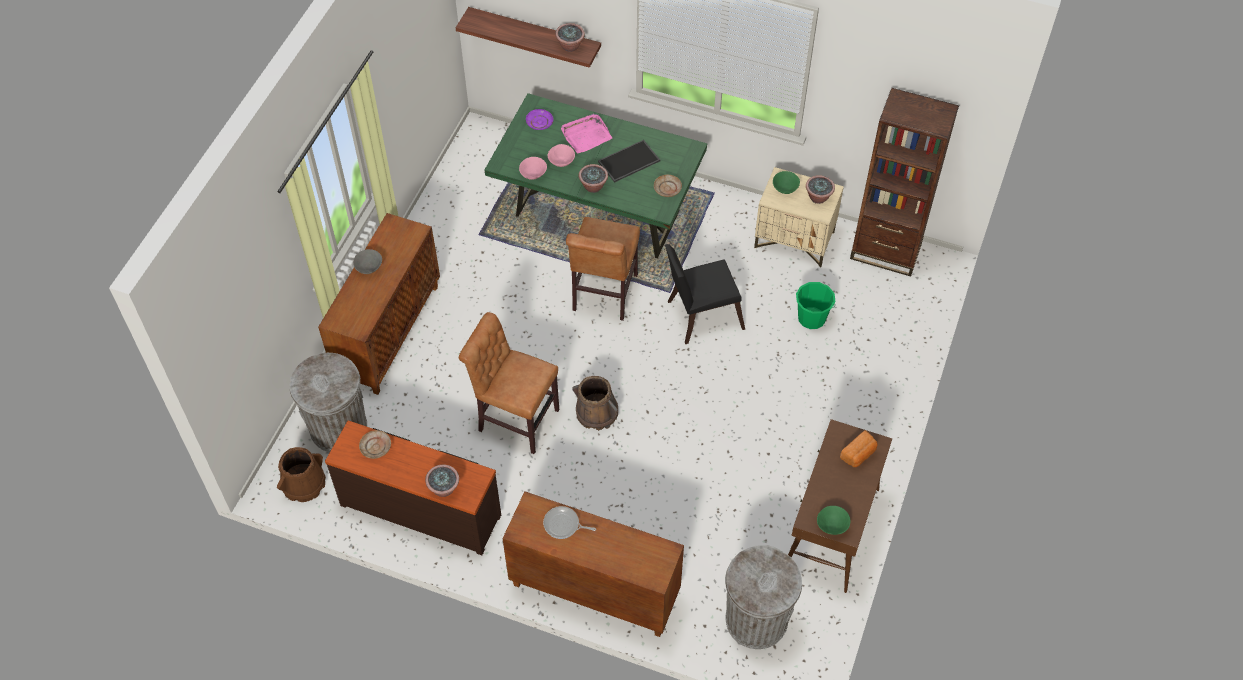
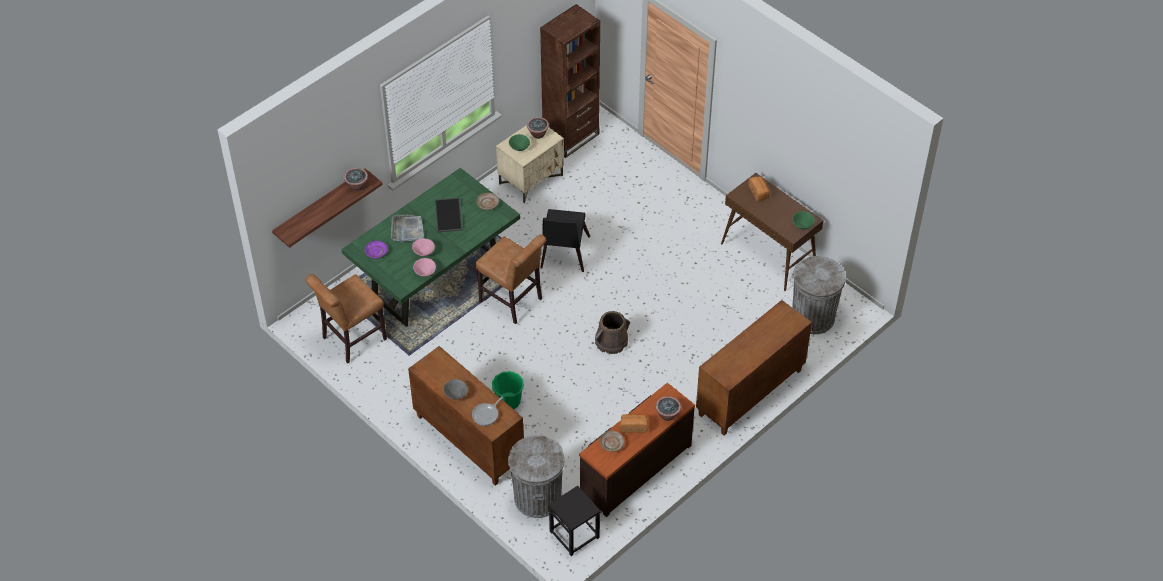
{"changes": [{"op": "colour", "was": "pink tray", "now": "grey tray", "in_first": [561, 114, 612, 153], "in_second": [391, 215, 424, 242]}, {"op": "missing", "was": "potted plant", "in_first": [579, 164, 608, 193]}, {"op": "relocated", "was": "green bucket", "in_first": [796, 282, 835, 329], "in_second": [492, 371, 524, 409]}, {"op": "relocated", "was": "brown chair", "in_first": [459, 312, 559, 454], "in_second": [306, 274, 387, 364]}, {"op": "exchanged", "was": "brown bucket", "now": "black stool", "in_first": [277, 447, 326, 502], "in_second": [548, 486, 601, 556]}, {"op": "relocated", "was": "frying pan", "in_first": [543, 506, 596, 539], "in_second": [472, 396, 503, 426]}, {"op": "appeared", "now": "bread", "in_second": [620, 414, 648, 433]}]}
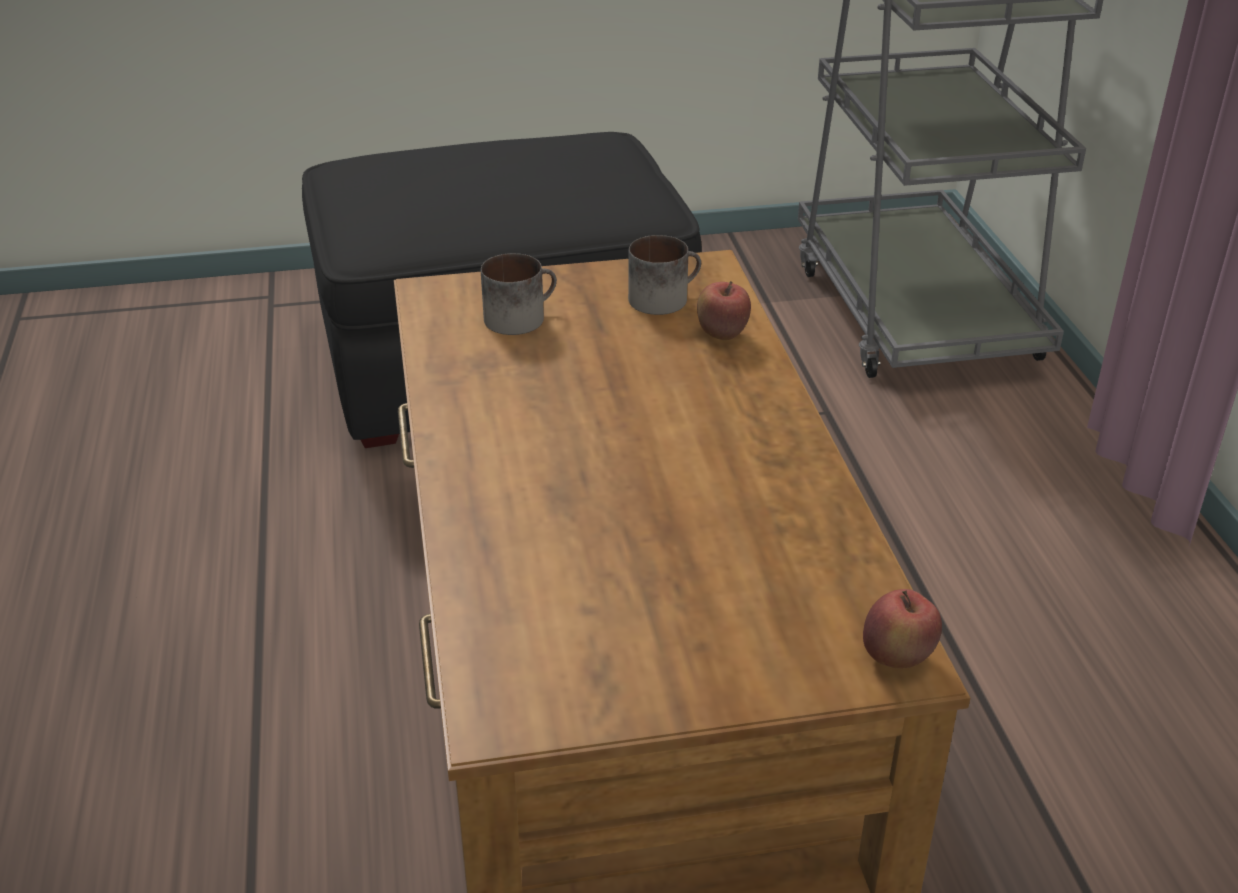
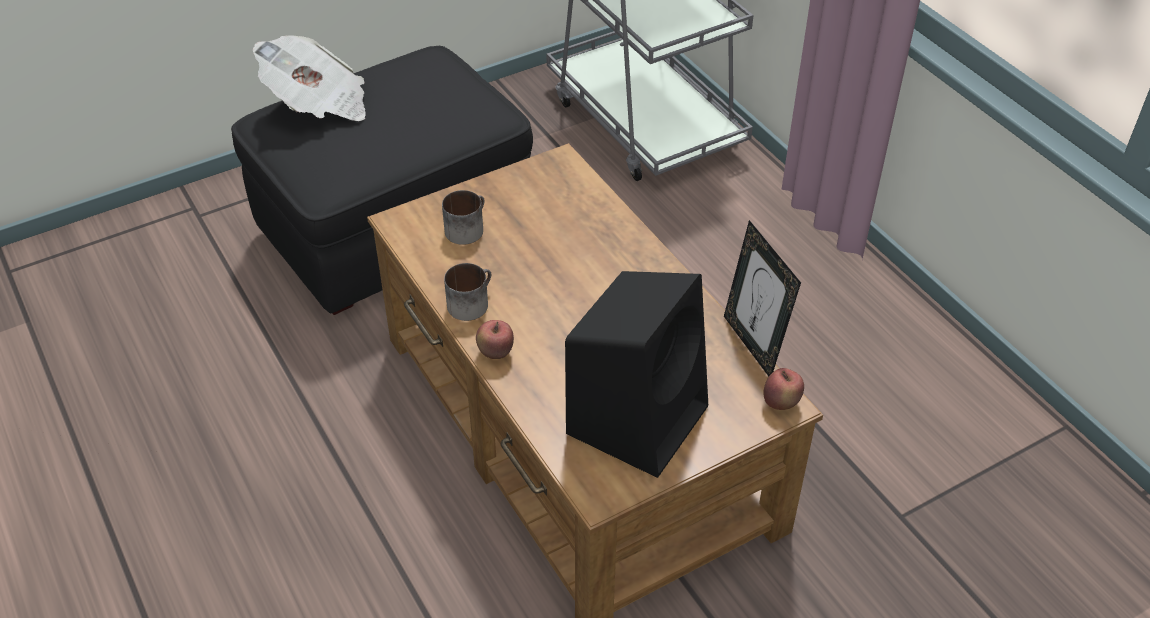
{"changes": [{"op": "relocated", "was": "mug", "in_first": [628, 235, 701, 315], "in_second": [444, 263, 491, 321]}, {"op": "relocated", "was": "apple", "in_first": [697, 281, 751, 341], "in_second": [476, 320, 514, 359]}, {"op": "appeared", "now": "newspaper", "in_second": [253, 35, 366, 121]}, {"op": "appeared", "now": "picture frame", "in_second": [724, 220, 801, 376]}, {"op": "appeared", "now": "black speaker", "in_second": [565, 271, 708, 478]}]}
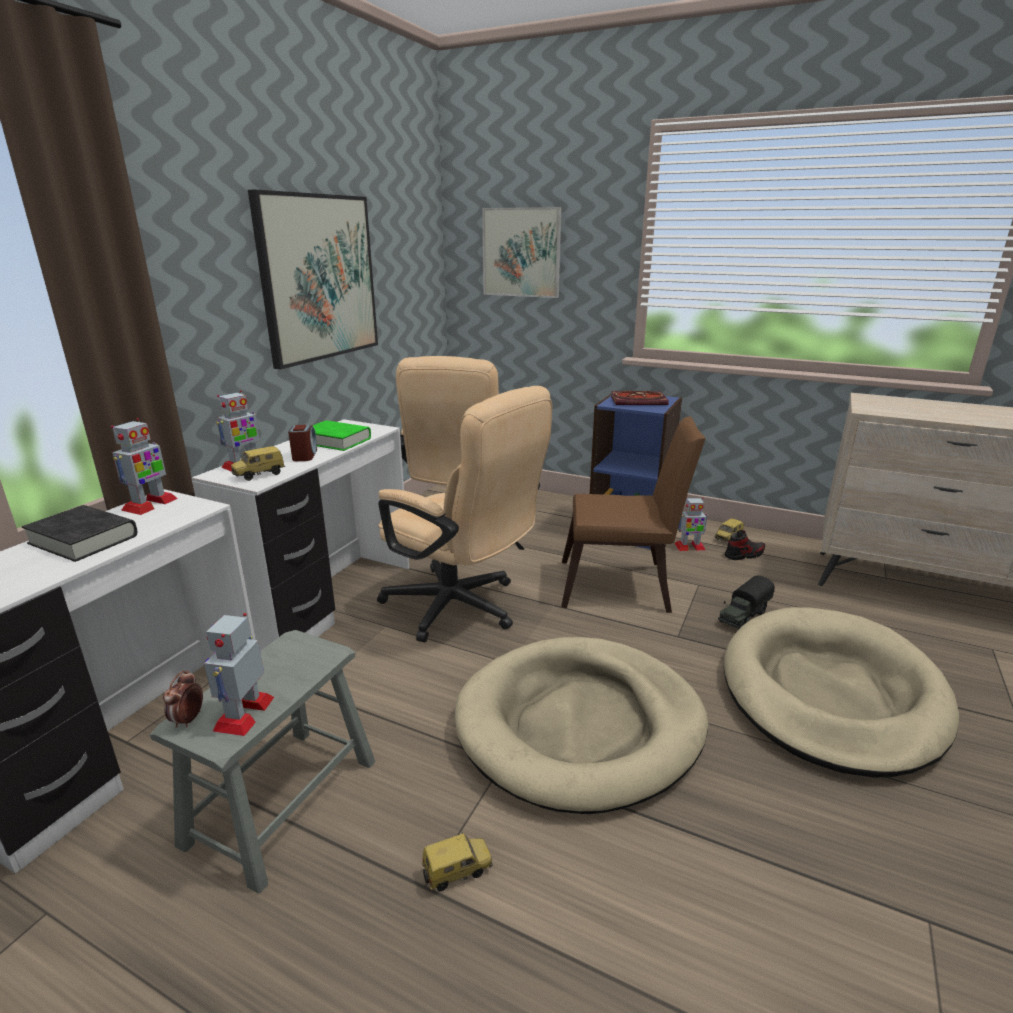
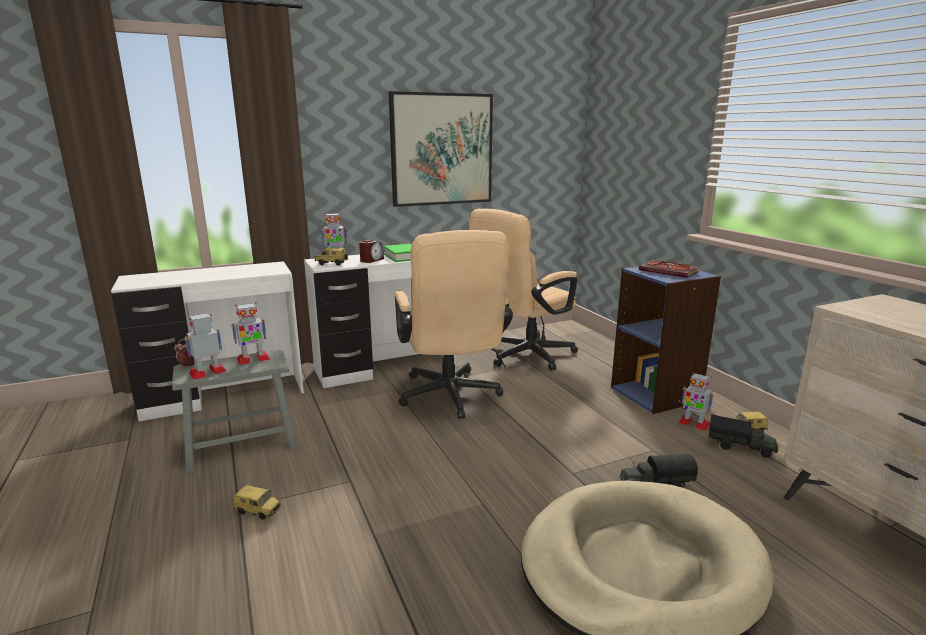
{"changes": [{"op": "missing", "was": "picture", "in_first": [482, 207, 562, 298]}, {"op": "missing", "was": "brown chair", "in_first": [561, 416, 706, 613]}, {"op": "relocated", "was": "toy robot", "in_first": [111, 418, 178, 515], "in_second": [231, 302, 270, 365]}, {"op": "missing", "was": "black book", "in_first": [22, 505, 137, 562]}, {"op": "exchanged", "was": "shoe", "now": "toy truck", "in_first": [725, 530, 765, 560], "in_second": [709, 414, 778, 458]}, {"op": "missing", "was": "beige dog bed", "in_first": [455, 637, 708, 814]}]}
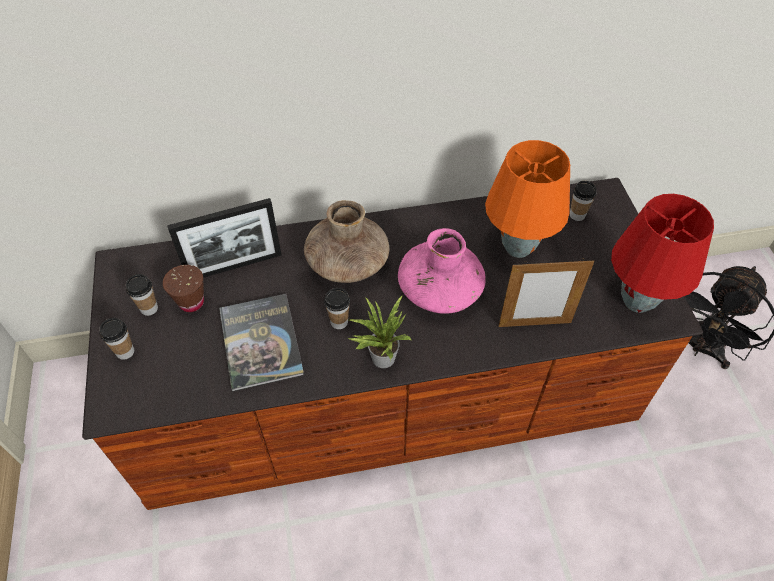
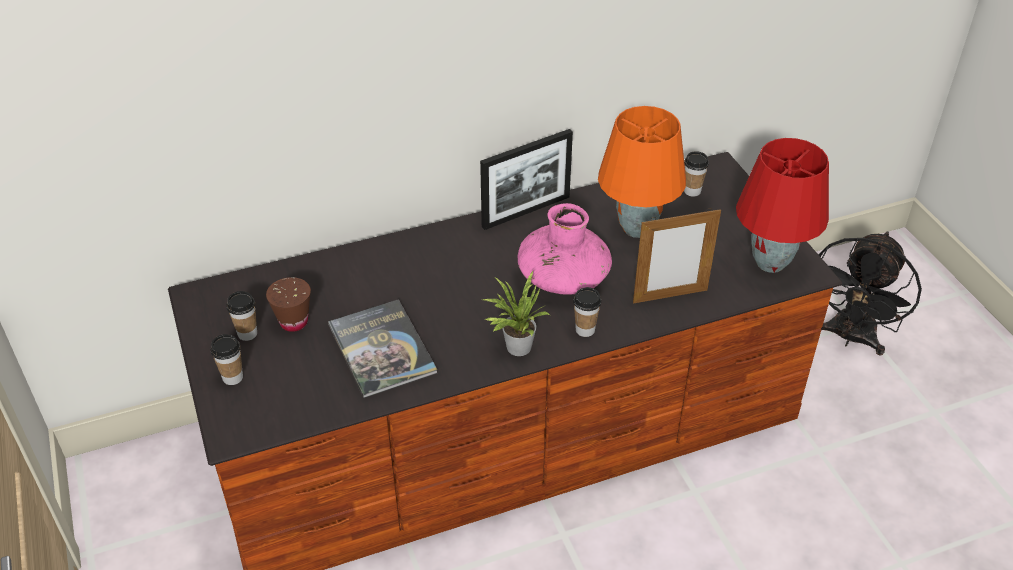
{"changes": [{"op": "relocated", "was": "picture frame", "in_first": [167, 198, 282, 278], "in_second": [480, 129, 573, 230]}, {"op": "missing", "was": "brown vase", "in_first": [304, 200, 389, 283]}, {"op": "relocated", "was": "cup", "in_first": [324, 288, 350, 329], "in_second": [573, 287, 601, 337]}]}
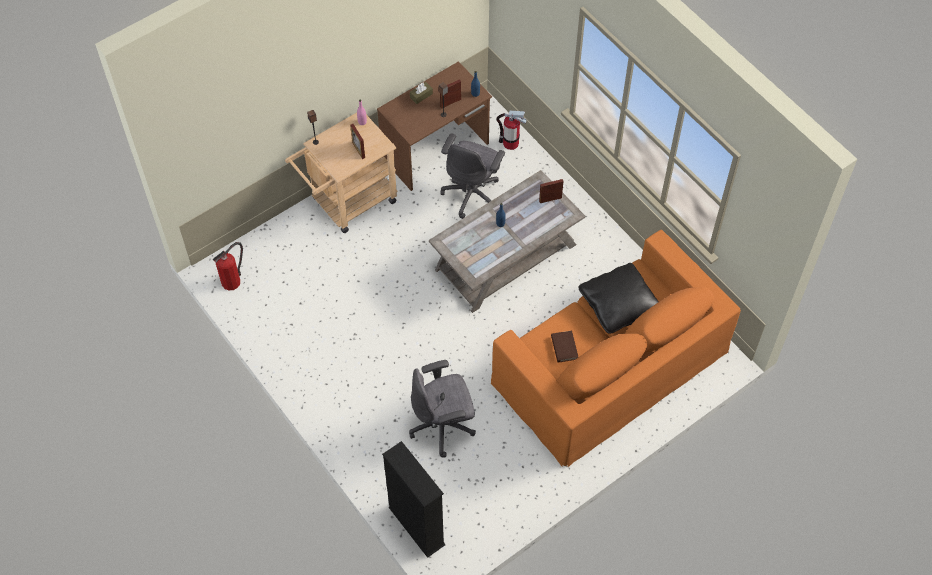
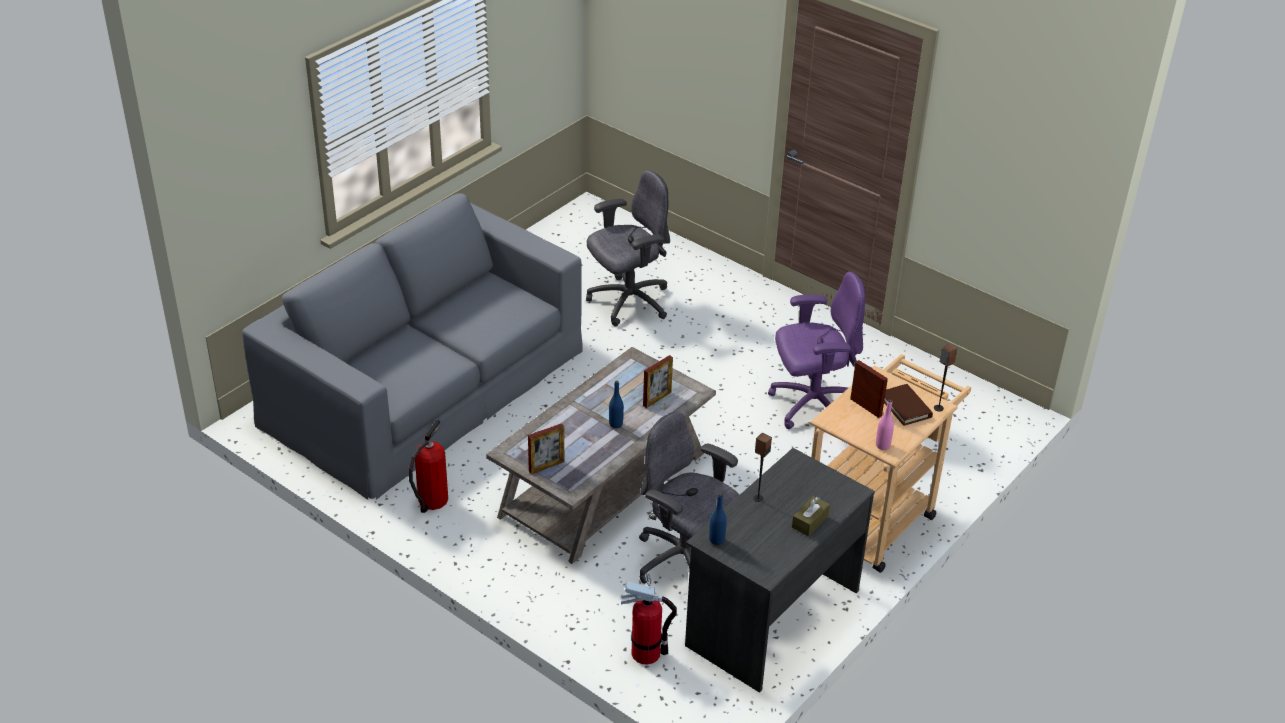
{"changes": [{"op": "colour", "was": "brown desk", "now": "grey desk", "in_first": [377, 62, 492, 191], "in_second": [685, 448, 875, 693]}, {"op": "relocated", "was": "picture frame", "in_first": [440, 79, 461, 109], "in_second": [643, 355, 673, 408]}, {"op": "spun", "was": "grey office chair", "in_first": [440, 133, 505, 219], "in_second": [639, 412, 739, 584], "clockwise": -60}, {"op": "colour", "was": "orange sofa", "now": "grey sofa", "in_first": [491, 230, 741, 467], "in_second": [242, 193, 583, 500]}, {"op": "relocated", "was": "fire extinguisher", "in_first": [213, 242, 243, 290], "in_second": [409, 420, 448, 513]}, {"op": "missing", "was": "black pillow", "in_first": [579, 263, 659, 334]}, {"op": "relocated", "was": "brown book", "in_first": [551, 331, 578, 363], "in_second": [884, 384, 933, 426]}, {"op": "missing", "was": "black bookcase", "in_first": [382, 441, 446, 558]}, {"op": "appeared", "now": "purple office chair", "in_second": [768, 272, 865, 429]}]}
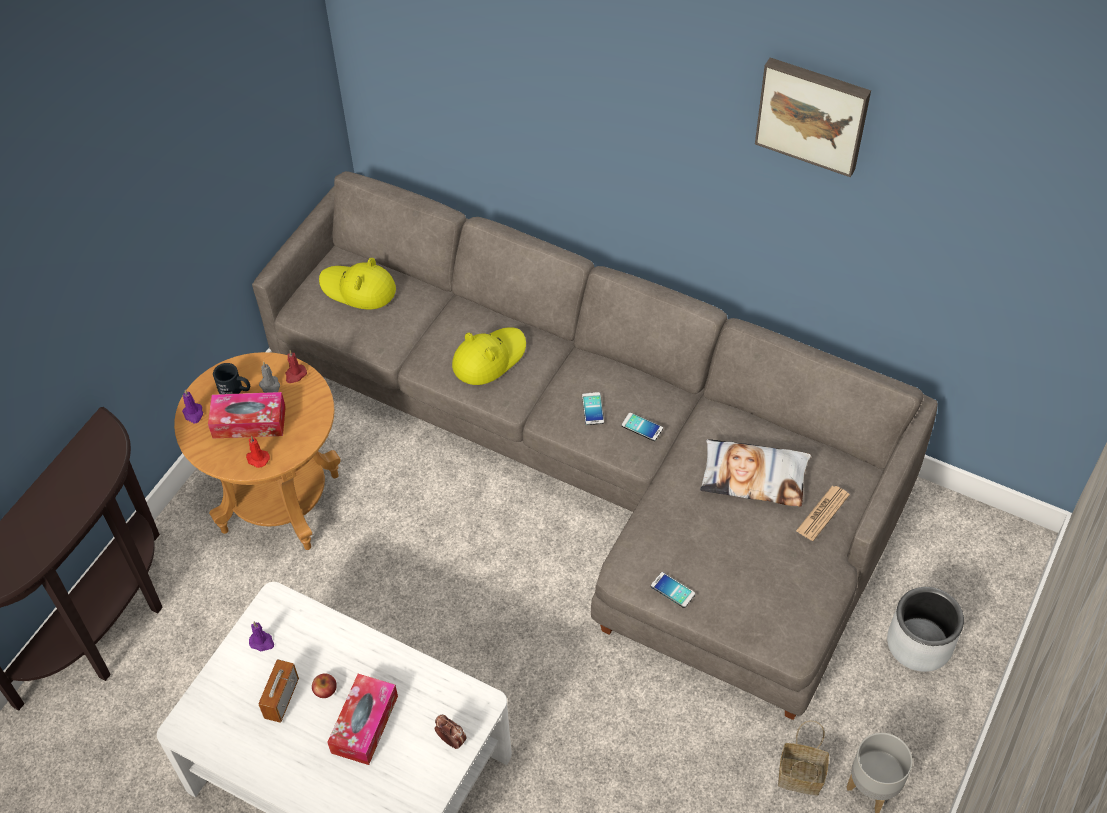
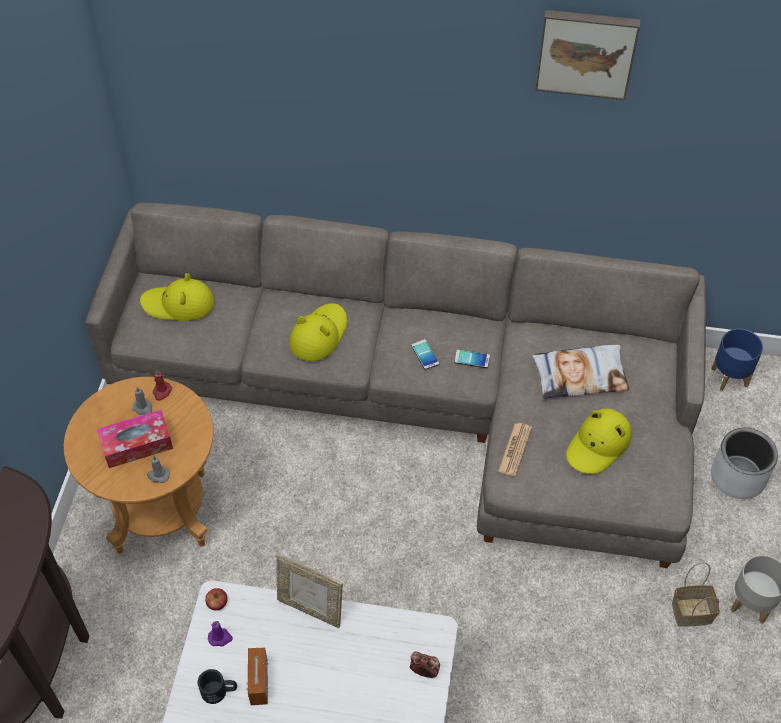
{"changes": [{"op": "relocated", "was": "black mug", "in_first": [213, 363, 250, 394], "in_second": [197, 669, 237, 704]}, {"op": "missing", "was": "purple candle", "in_first": [182, 390, 203, 423]}, {"op": "colour", "was": "red candle", "now": "grey candle", "in_first": [246, 436, 270, 468], "in_second": [147, 455, 170, 483]}, {"op": "relocated", "was": "newspaper", "in_first": [796, 486, 850, 541], "in_second": [498, 423, 532, 476]}, {"op": "missing", "was": "phone", "in_first": [651, 572, 696, 608]}, {"op": "relocated", "was": "apple", "in_first": [312, 673, 337, 698], "in_second": [205, 588, 228, 610]}, {"op": "missing", "was": "tissue box", "in_first": [327, 674, 398, 765]}, {"op": "appeared", "now": "blue planter", "in_second": [711, 329, 763, 391]}, {"op": "appeared", "now": "yellow hat", "in_second": [566, 408, 632, 474]}, {"op": "appeared", "now": "picture frame", "in_second": [276, 554, 343, 628]}]}
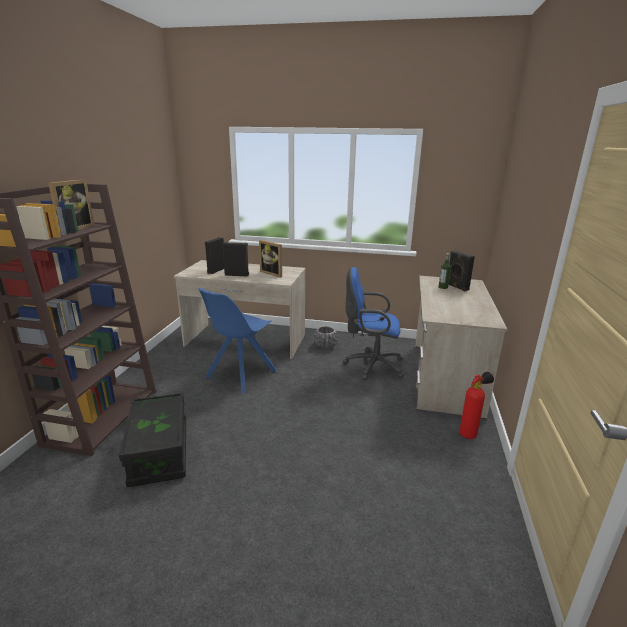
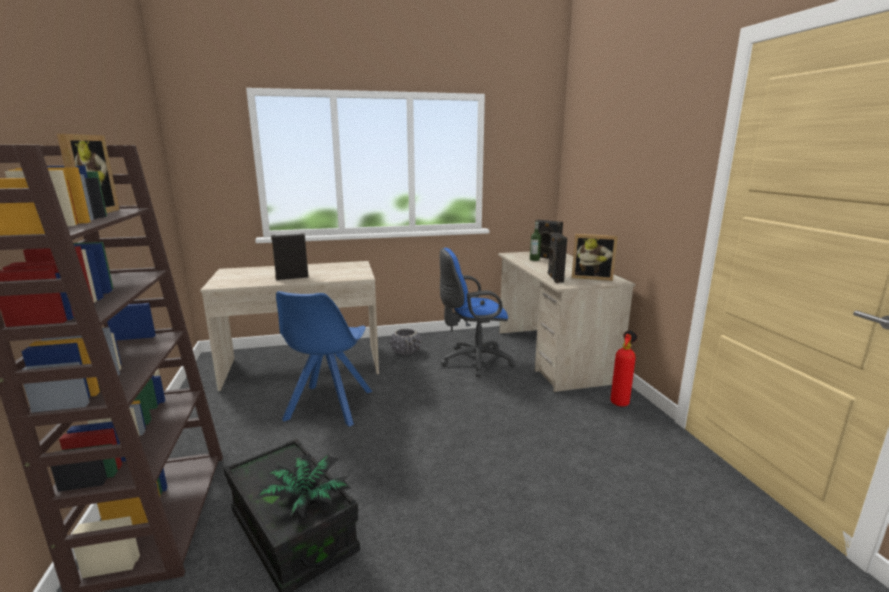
{"changes": [{"op": "relocated", "was": "black speaker", "in_first": [205, 237, 224, 274], "in_second": [548, 232, 567, 283]}, {"op": "relocated", "was": "picture frame", "in_first": [259, 240, 282, 278], "in_second": [572, 234, 618, 281]}, {"op": "appeared", "now": "potted plant", "in_second": [256, 453, 351, 519]}]}
